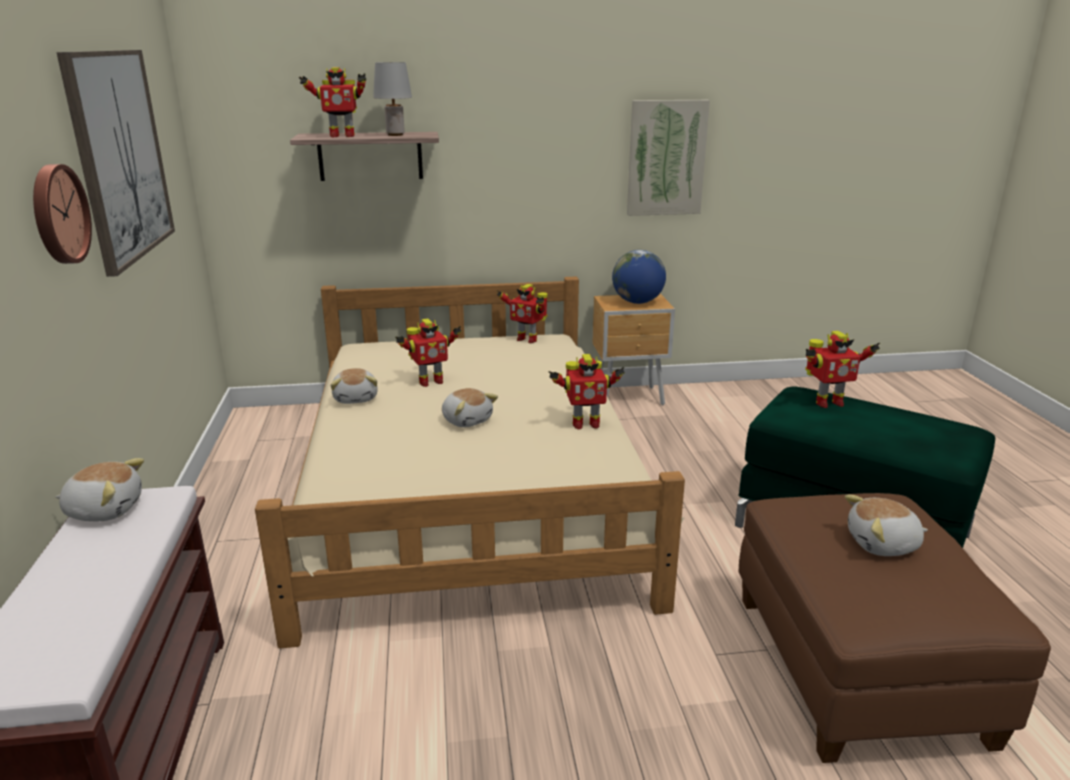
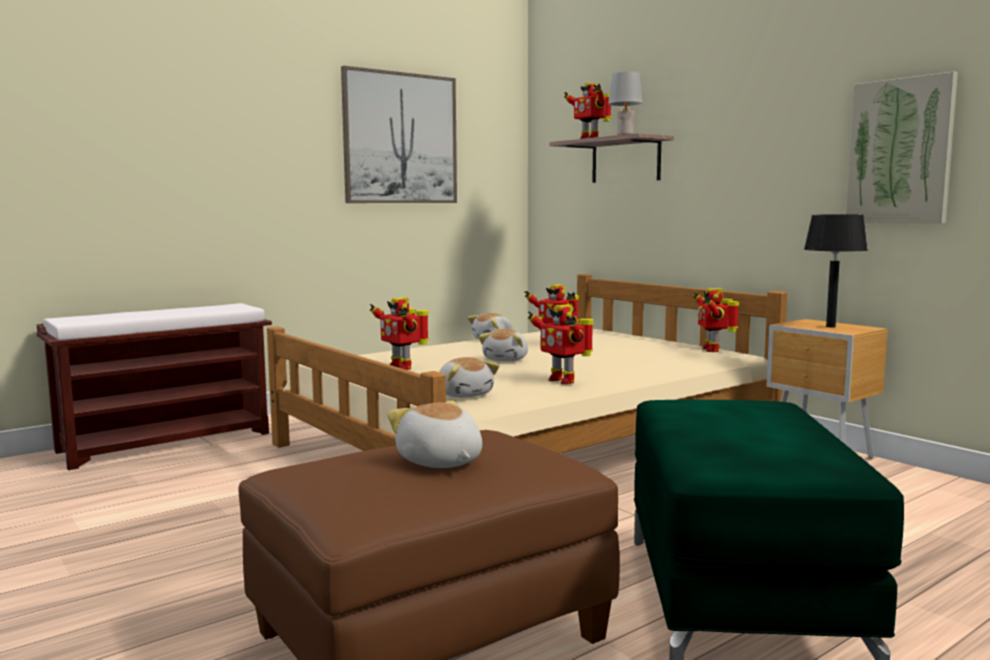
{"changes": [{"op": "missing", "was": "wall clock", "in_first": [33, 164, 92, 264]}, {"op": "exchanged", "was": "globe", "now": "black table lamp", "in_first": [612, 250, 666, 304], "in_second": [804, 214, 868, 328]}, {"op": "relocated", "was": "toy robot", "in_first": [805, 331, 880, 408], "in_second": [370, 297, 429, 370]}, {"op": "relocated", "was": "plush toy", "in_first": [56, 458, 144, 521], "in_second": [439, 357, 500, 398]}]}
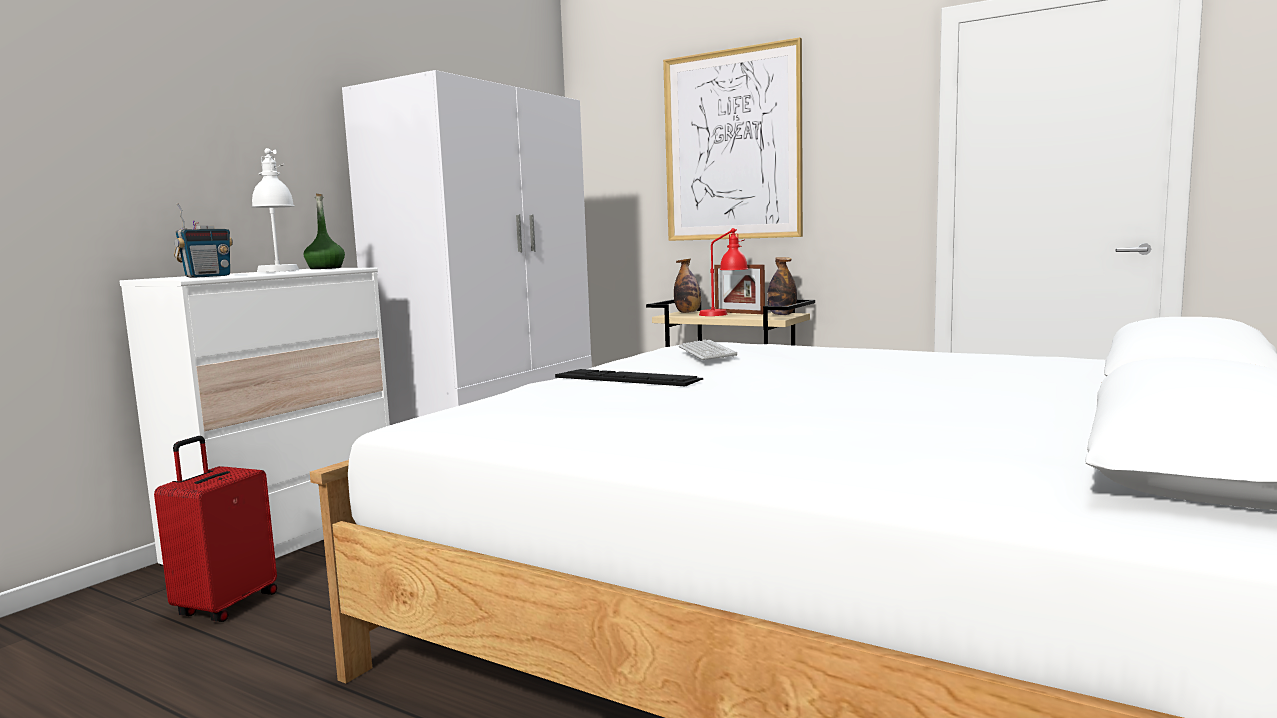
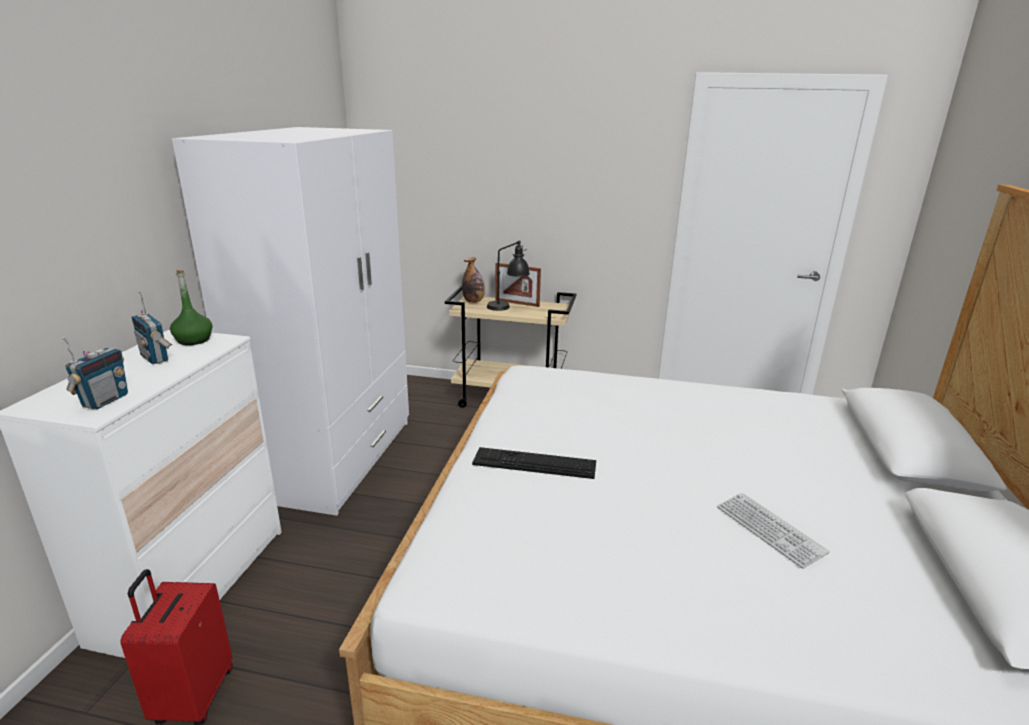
{"changes": [{"op": "missing", "was": "picture", "in_first": [663, 37, 803, 241]}, {"op": "exchanged", "was": "white table lamp", "now": "radio", "in_first": [251, 148, 299, 272], "in_second": [131, 292, 172, 364]}, {"op": "colour", "was": "red table lamp", "now": "black table lamp", "in_first": [699, 228, 748, 316], "in_second": [487, 241, 530, 311]}, {"op": "missing", "was": "bottle", "in_first": [767, 257, 797, 315]}, {"op": "relocated", "was": "keyboard", "in_first": [679, 340, 737, 360], "in_second": [717, 493, 830, 569]}]}
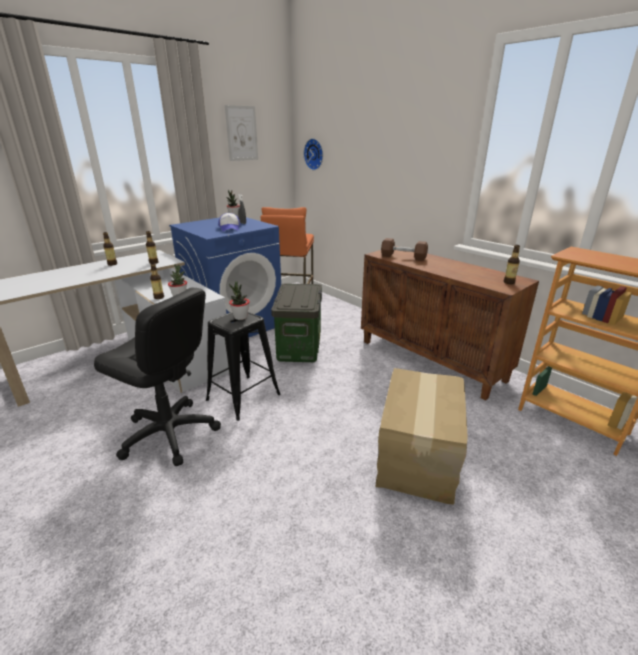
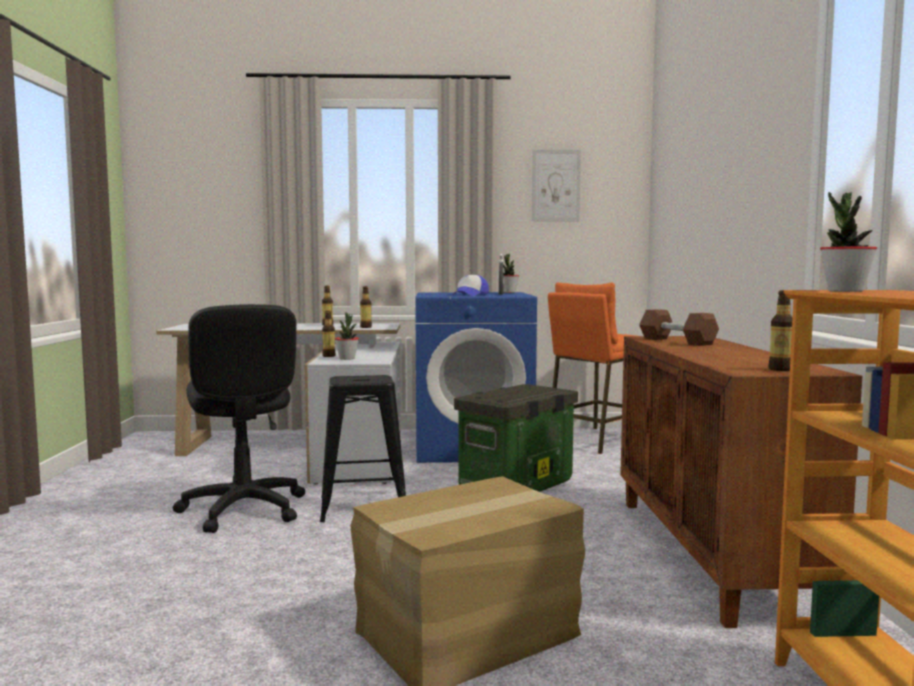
{"changes": [{"op": "missing", "was": "wall clock", "in_first": [304, 138, 323, 170]}, {"op": "relocated", "was": "potted plant", "in_first": [229, 282, 250, 320], "in_second": [820, 192, 877, 292]}]}
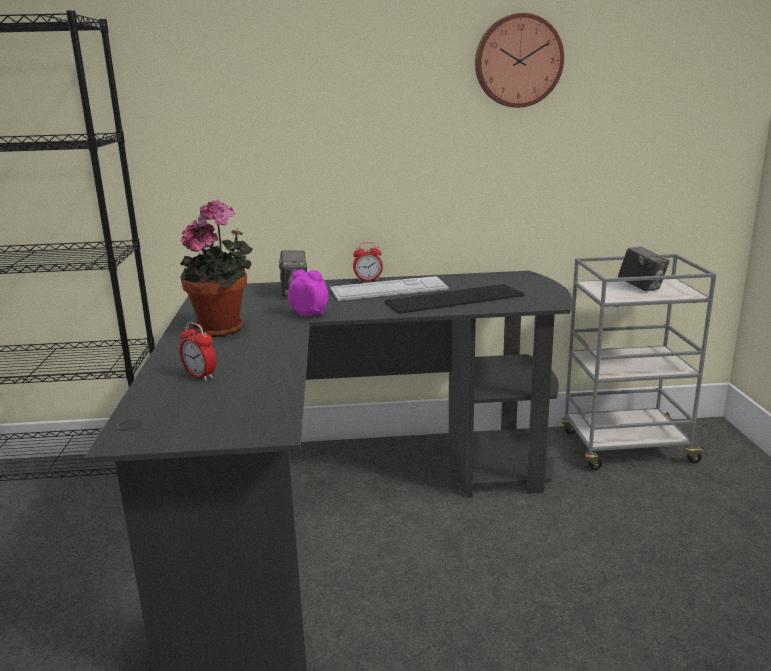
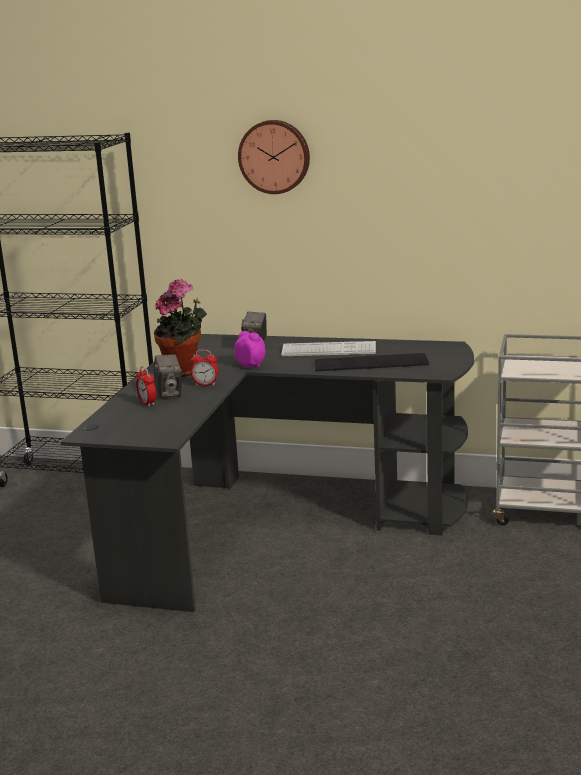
{"changes": [{"op": "relocated", "was": "wall clock", "in_first": [475, 13, 564, 108], "in_second": [238, 120, 310, 194]}, {"op": "relocated", "was": "alarm clock", "in_first": [353, 242, 383, 282], "in_second": [191, 350, 219, 386]}, {"op": "relocated", "was": "photo camera", "in_first": [618, 247, 670, 291], "in_second": [154, 354, 182, 398]}]}
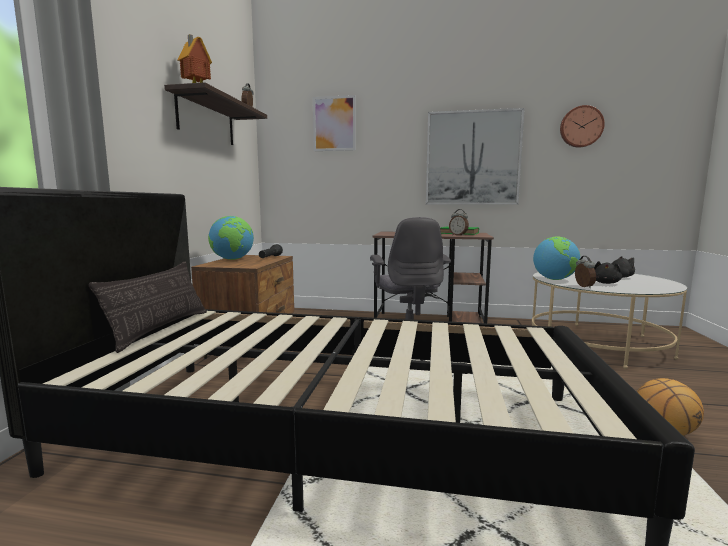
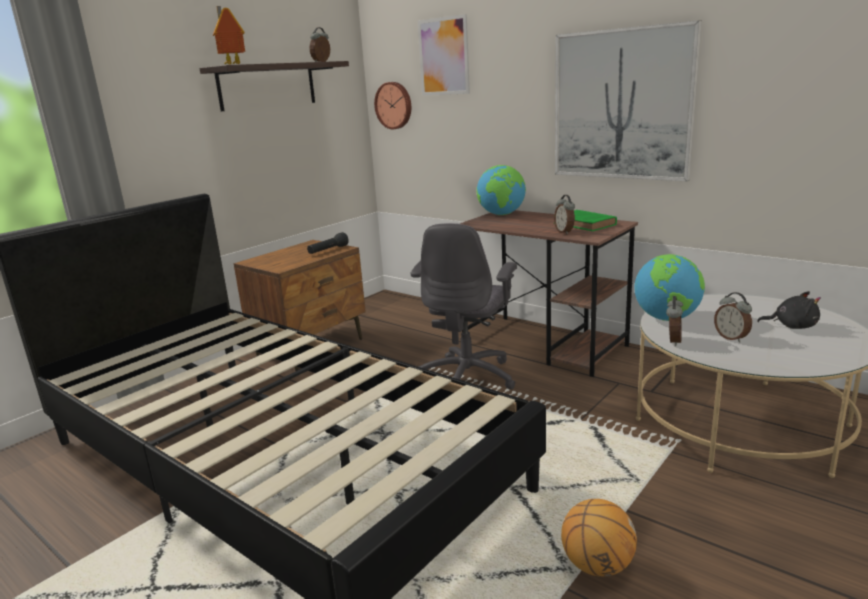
{"changes": [{"op": "relocated", "was": "wall clock", "in_first": [560, 105, 605, 148], "in_second": [374, 82, 411, 129]}, {"op": "relocated", "was": "globe", "in_first": [208, 216, 254, 260], "in_second": [476, 165, 526, 215]}, {"op": "missing", "was": "pillow", "in_first": [89, 261, 207, 353]}, {"op": "exchanged", "was": "black plush toy", "now": "alarm clock", "in_first": [594, 261, 622, 284], "in_second": [714, 292, 752, 343]}]}
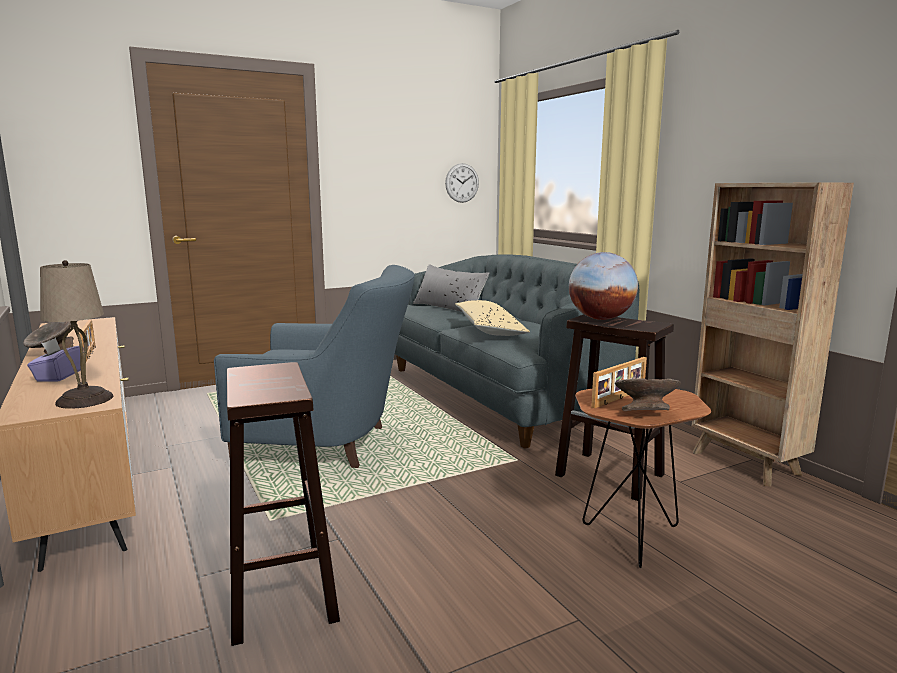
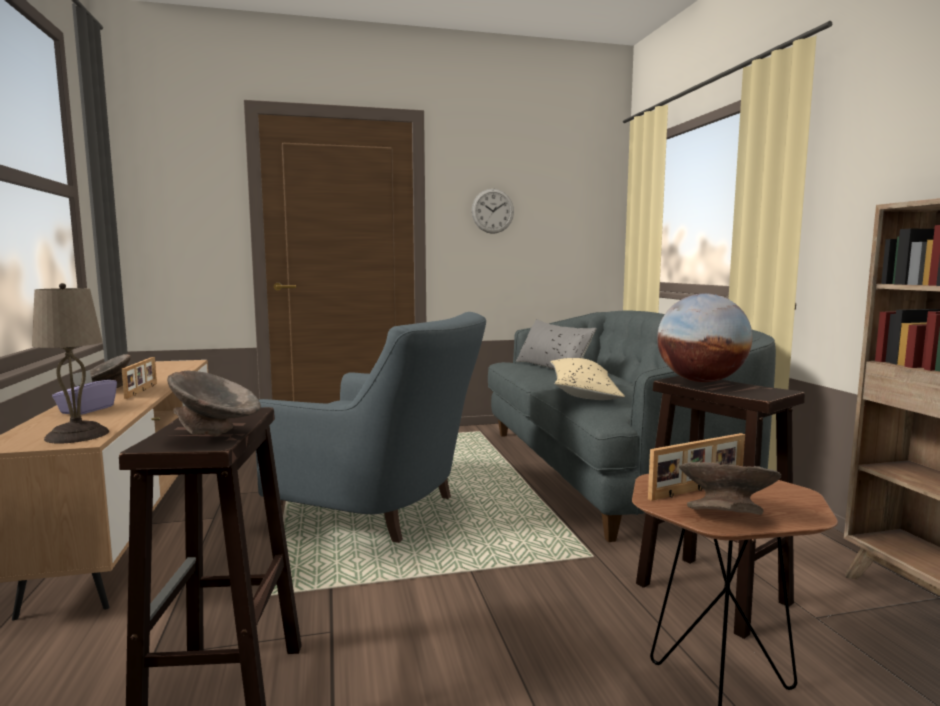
{"changes": [{"op": "relocated", "was": "wall clock", "in_first": [445, 163, 479, 203], "in_second": [472, 189, 514, 234]}, {"op": "appeared", "now": "grey bowl", "in_second": [167, 371, 261, 437]}]}
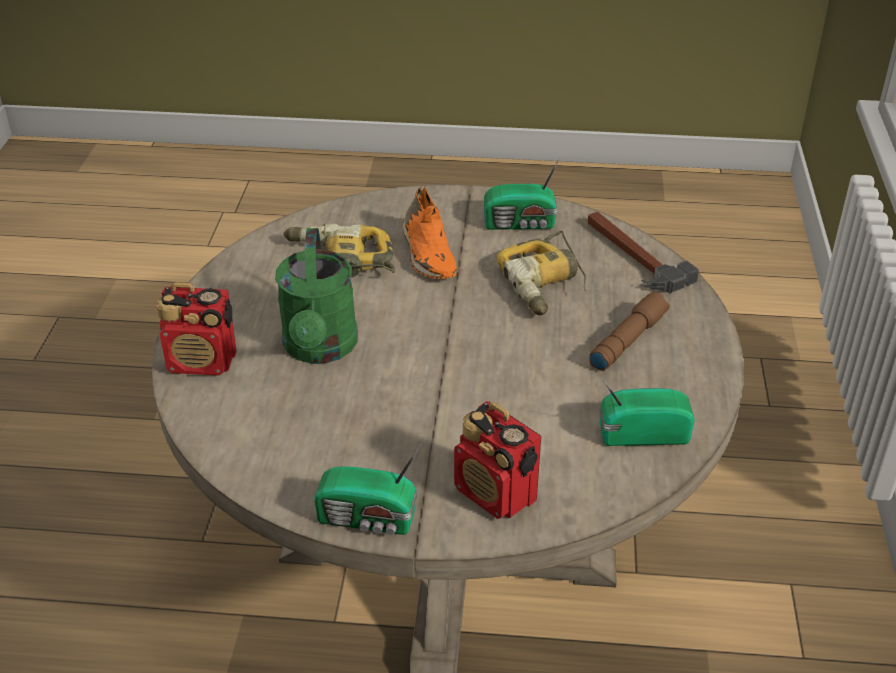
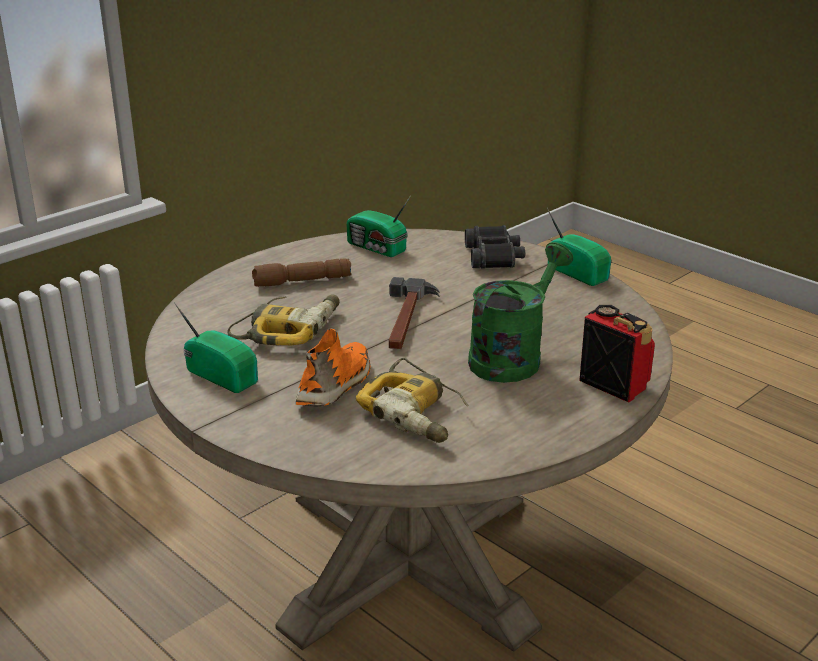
{"changes": [{"op": "relocated", "was": "hammer", "in_first": [588, 212, 699, 293], "in_second": [389, 277, 440, 349]}, {"op": "exchanged", "was": "radio", "now": "black binoculars", "in_first": [454, 401, 541, 519], "in_second": [465, 225, 525, 269]}]}
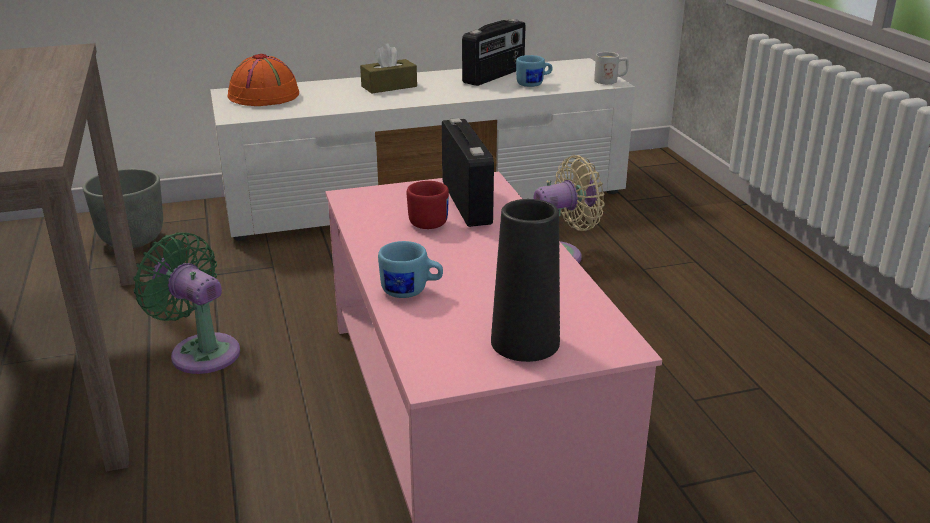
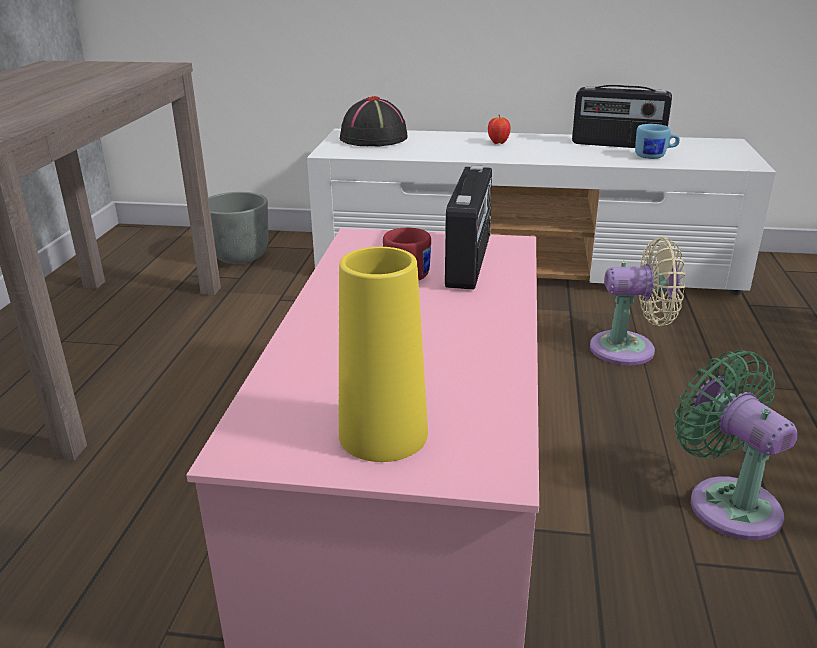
{"changes": [{"op": "spun", "was": "radio", "in_first": [462, 19, 526, 86], "in_second": [572, 85, 672, 148], "clockwise": 45}, {"op": "exchanged", "was": "brown tissue box", "now": "apple", "in_first": [360, 43, 417, 94], "in_second": [488, 114, 511, 144]}, {"op": "missing", "was": "white mug", "in_first": [594, 52, 629, 84]}, {"op": "colour", "was": "orange hat", "now": "black hat", "in_first": [228, 53, 299, 106], "in_second": [340, 96, 408, 146]}, {"op": "colour", "was": "black vase", "now": "yellow vase", "in_first": [491, 199, 560, 362], "in_second": [339, 247, 428, 462]}, {"op": "relocated", "was": "green fan", "in_first": [133, 232, 240, 374], "in_second": [674, 350, 798, 540]}, {"op": "missing", "was": "blue mug", "in_first": [378, 241, 443, 298]}]}
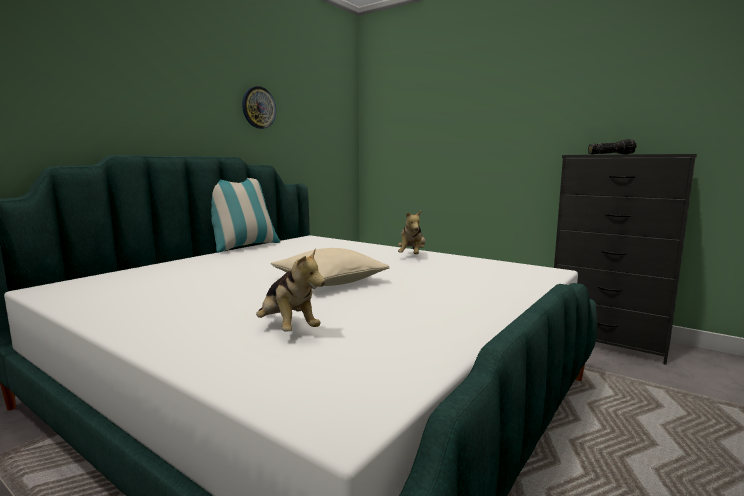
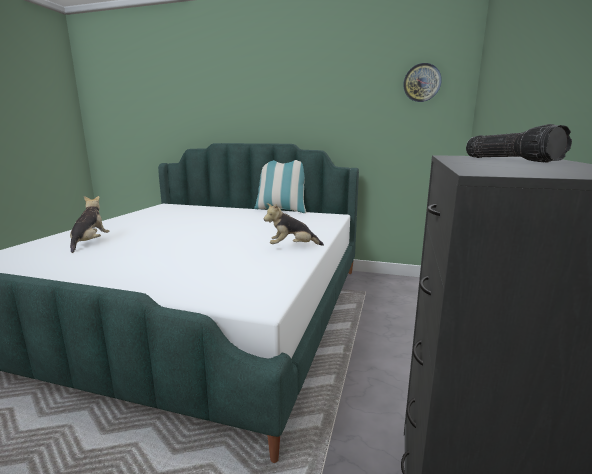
{"changes": [{"op": "relocated", "was": "wall clock", "in_first": [242, 86, 276, 129], "in_second": [403, 63, 442, 102]}, {"op": "missing", "was": "beige pillow", "in_first": [271, 248, 390, 286]}, {"op": "spun", "was": "plush toy", "in_first": [256, 249, 325, 332], "in_second": [70, 196, 110, 253], "clockwise": 150}]}
